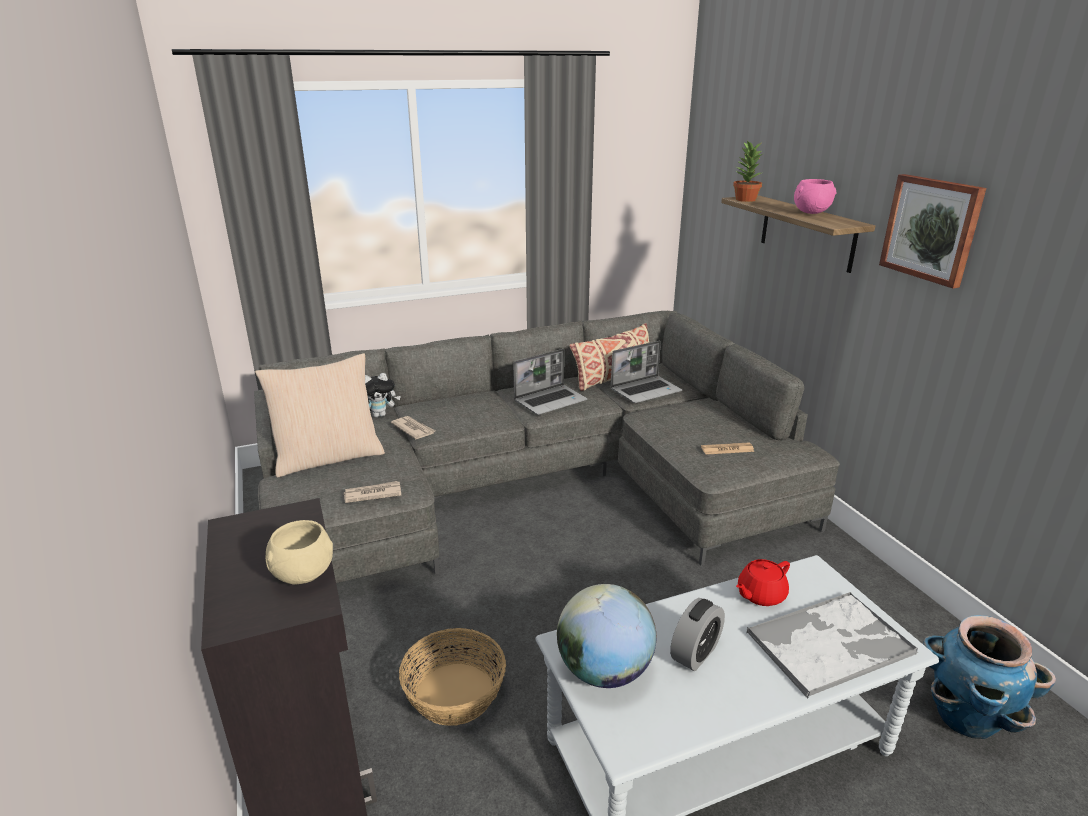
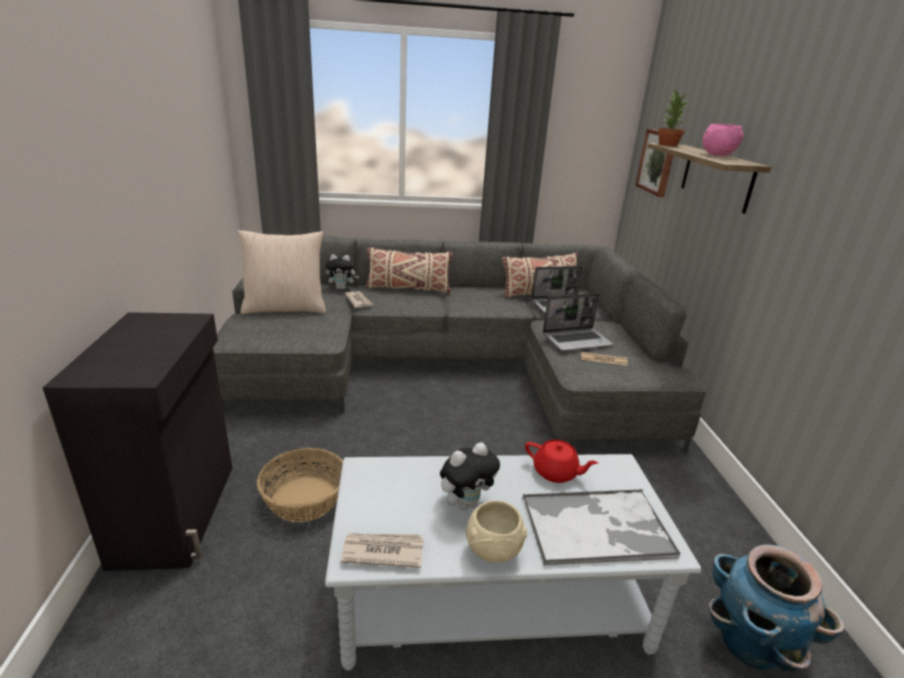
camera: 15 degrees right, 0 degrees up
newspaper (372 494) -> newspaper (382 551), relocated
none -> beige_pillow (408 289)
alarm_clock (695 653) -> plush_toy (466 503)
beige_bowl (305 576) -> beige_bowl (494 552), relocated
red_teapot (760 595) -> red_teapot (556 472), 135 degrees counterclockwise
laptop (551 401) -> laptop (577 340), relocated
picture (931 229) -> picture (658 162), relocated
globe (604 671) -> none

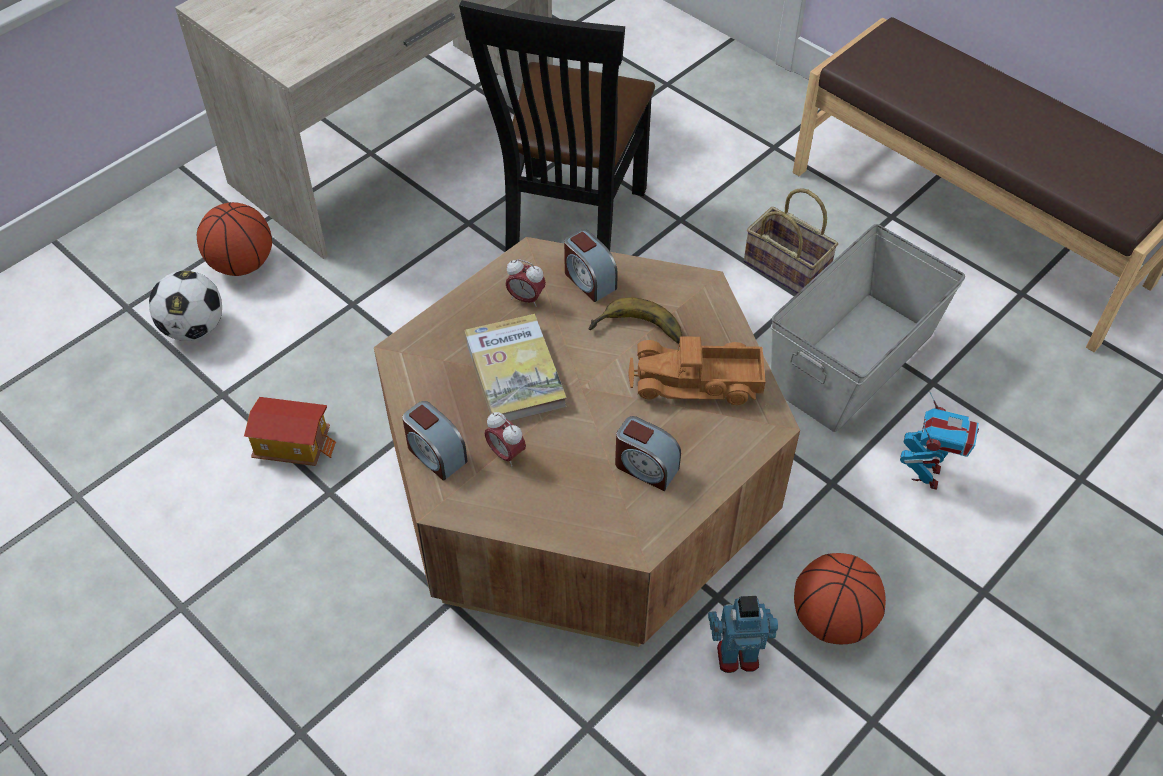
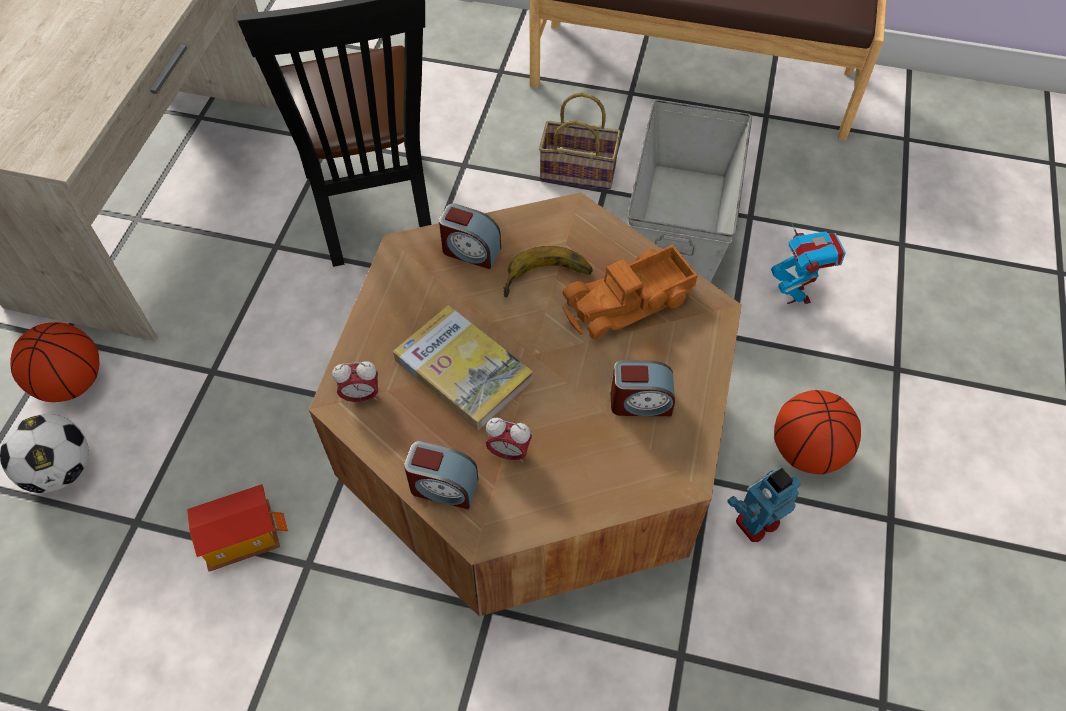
camera: 30 degrees left, 5 degrees up
alarm_clock (526 298) -> alarm_clock (361 396), relocated

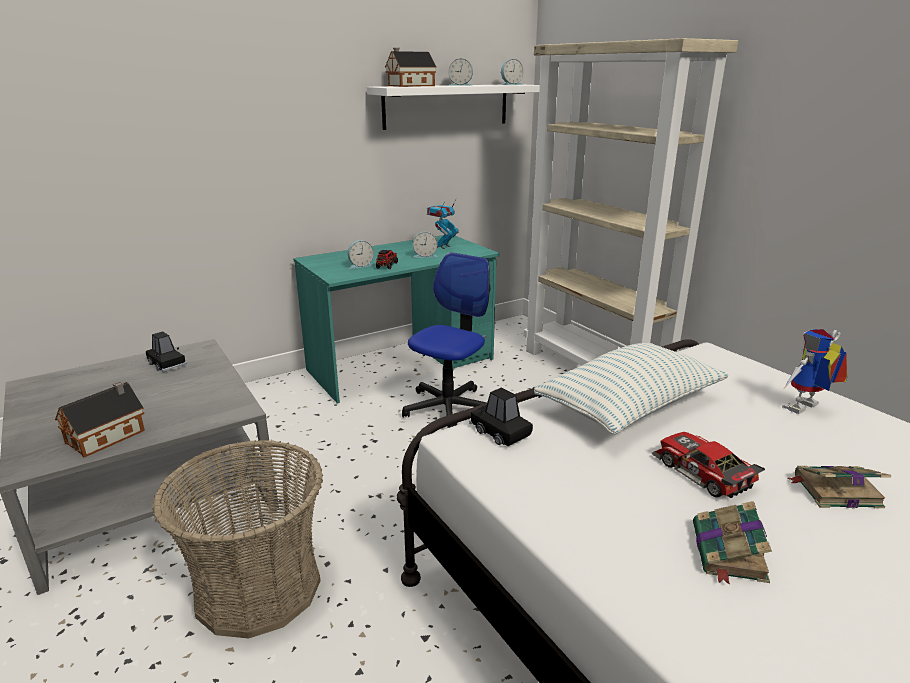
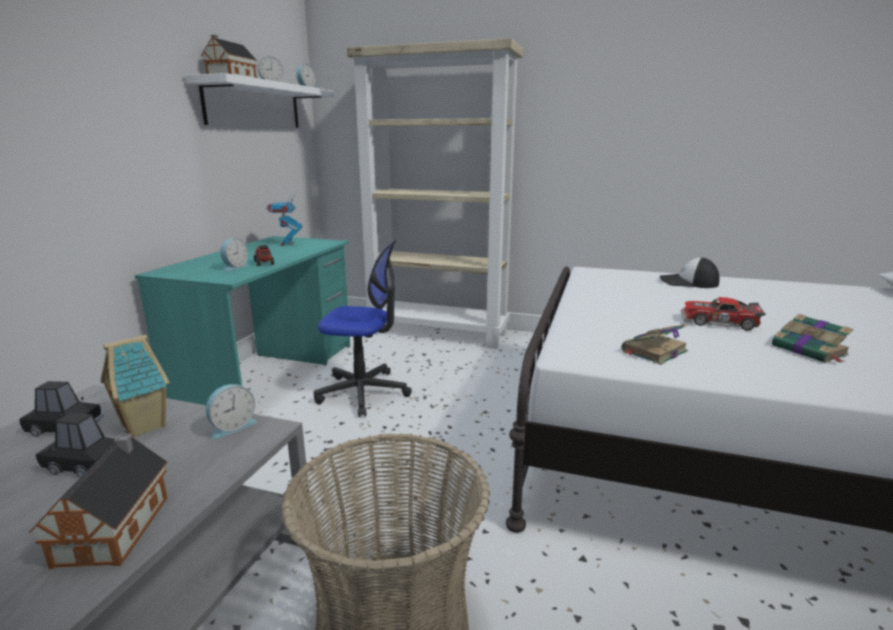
camera: 40 degrees left, 5 degrees down
black_toy_car (500 432) -> black_toy_car (84 464), relocated
none -> toy_house (146 426)
alarm_clock (424 255) -> alarm_clock (231 427), relocated
office_chair (449 409) -> office_chair (363 392), 105 degrees clockwise
book (835 491) -> book (653 351), relocated
toy_robot (804 409) -> cap (688 282)
pillow (630 406) -> none

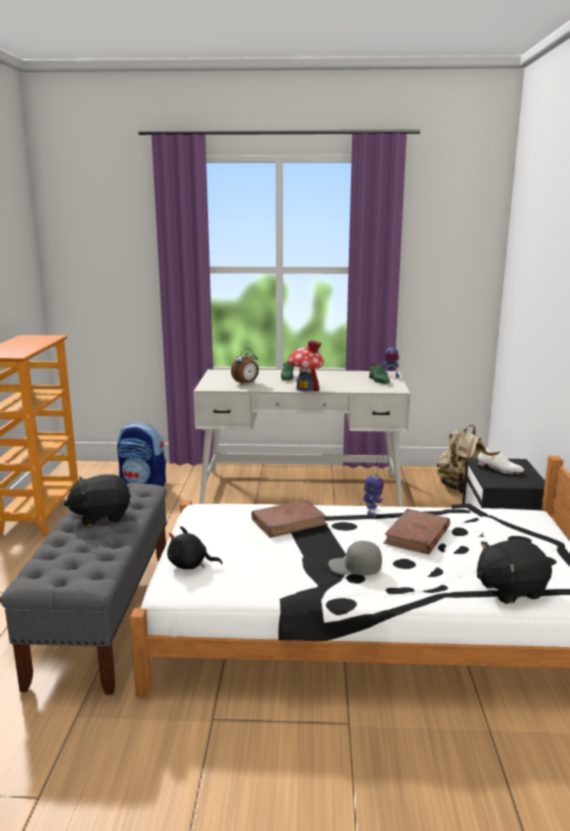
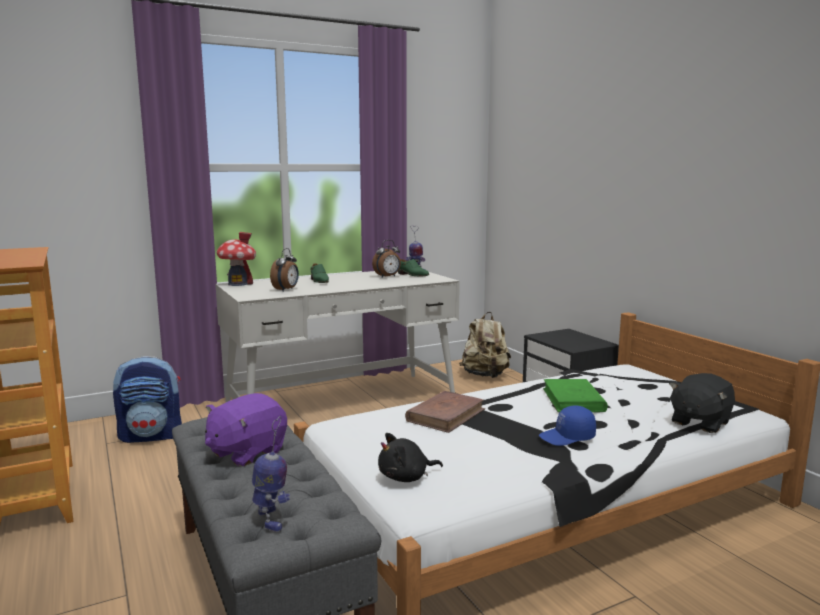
camera: 30 degrees left, 5 degrees down
black_plush_toy (101 516) -> purple_plush_toy (246 452)
toy_house (305 389) -> toy_house (238 284), relocated
toy_robot (372 512) -> toy_robot (271 520), relocated
none -> alarm_clock (387 277)
grey_cap (355 568) -> blue_cap (567 437)
brown_book (417 535) -> green_book (573 400)
white_shoe (500 470) -> none

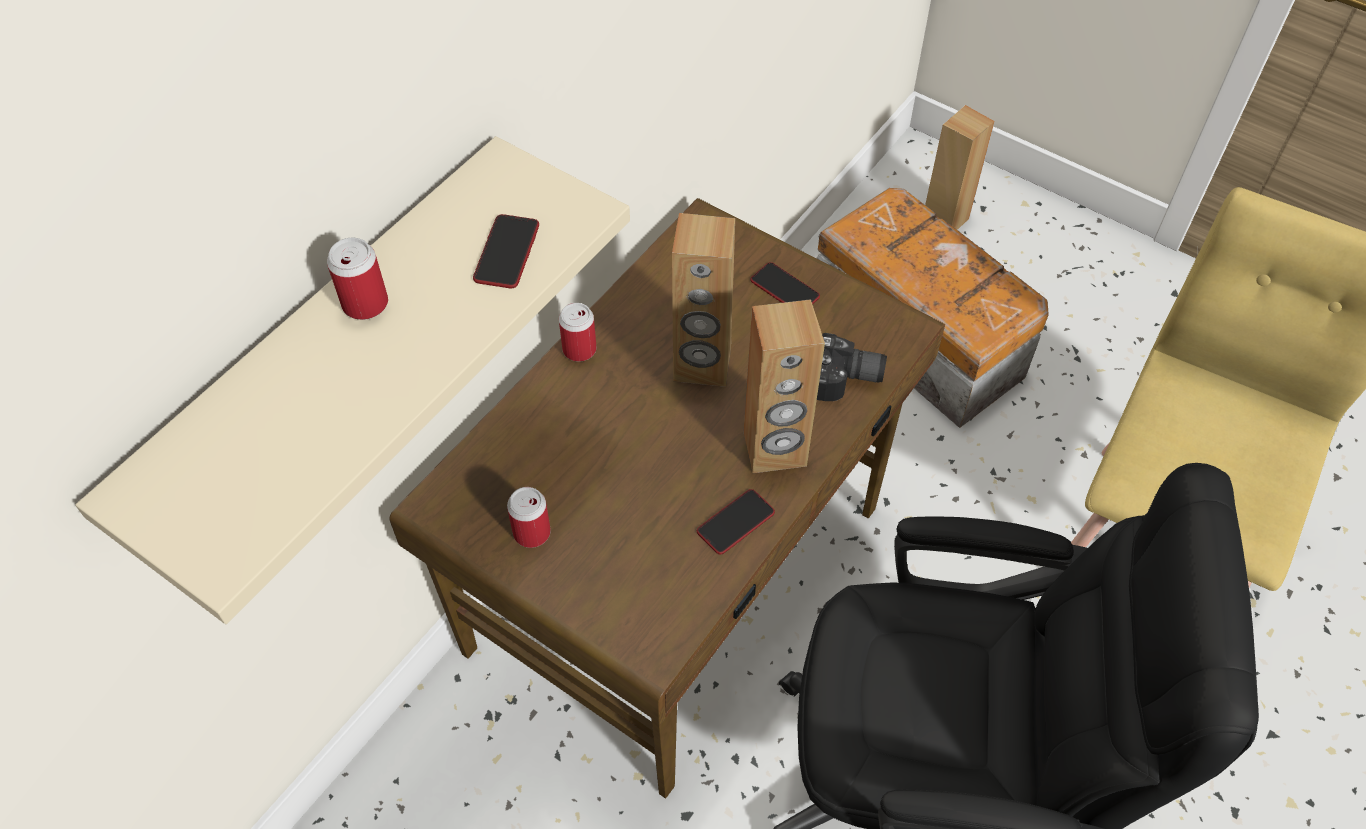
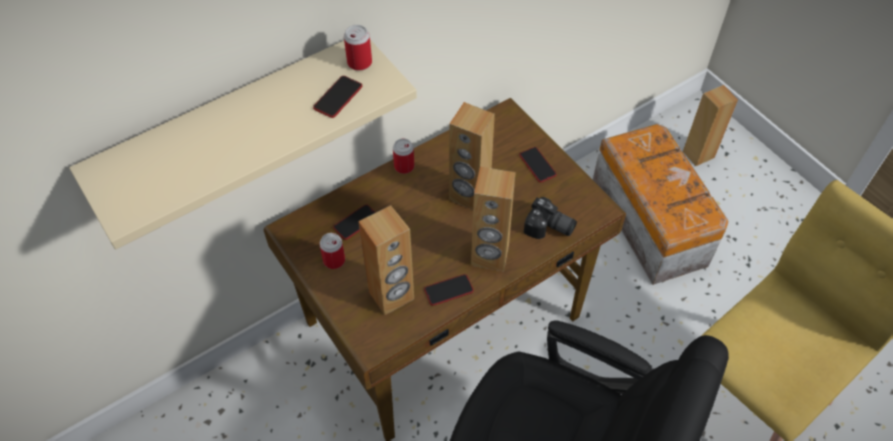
camera: 20 degrees right, 0 degrees up
none -> phone (356 222)
can (365 303) -> can (359 62), relocated
none -> brown_speaker (391 296)

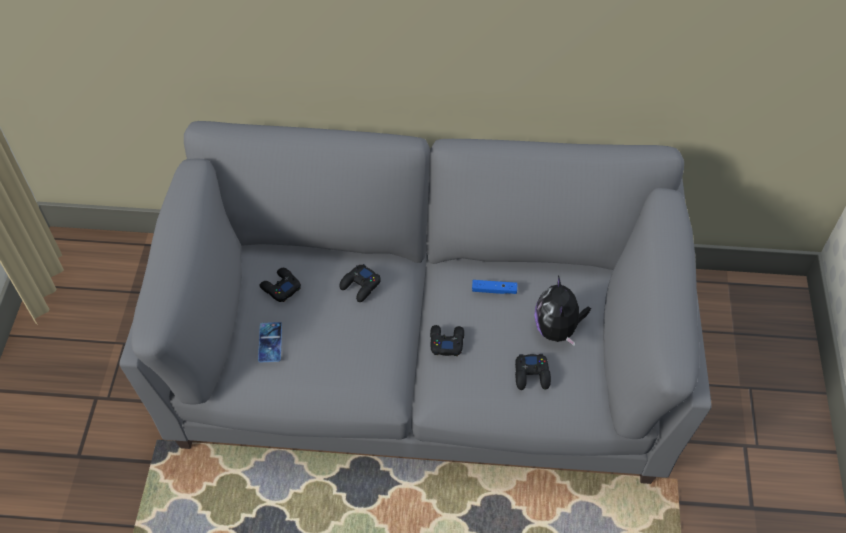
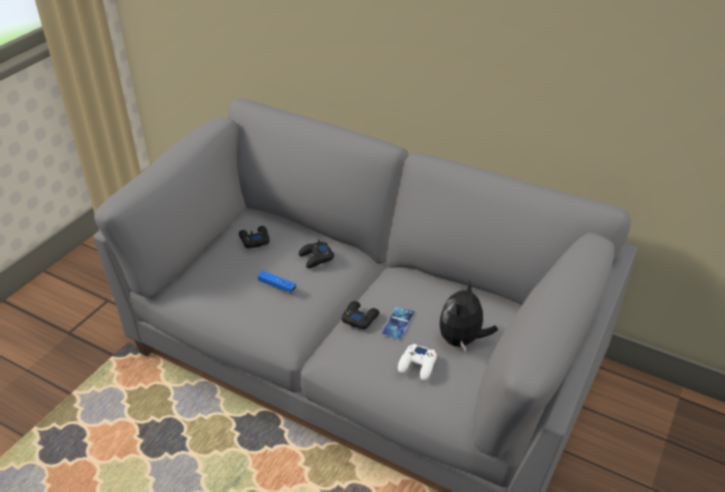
camera: 25 degrees right, 15 degrees down
blue_game_controller (494 290) -> blue_game_controller (277 285), relocated
phone (270 342) -> phone (398 323), relocated
black_game_controller (532 375) -> white_game_controller (417 365)

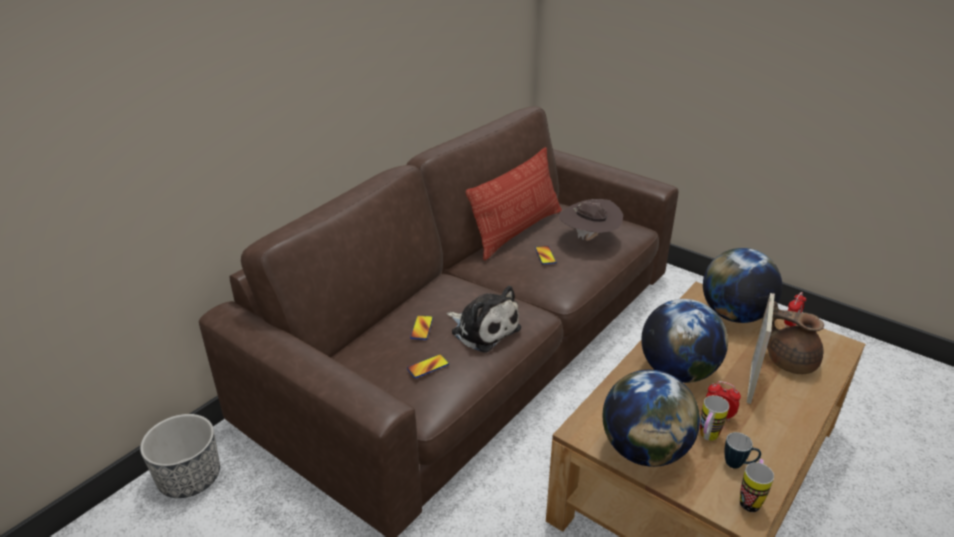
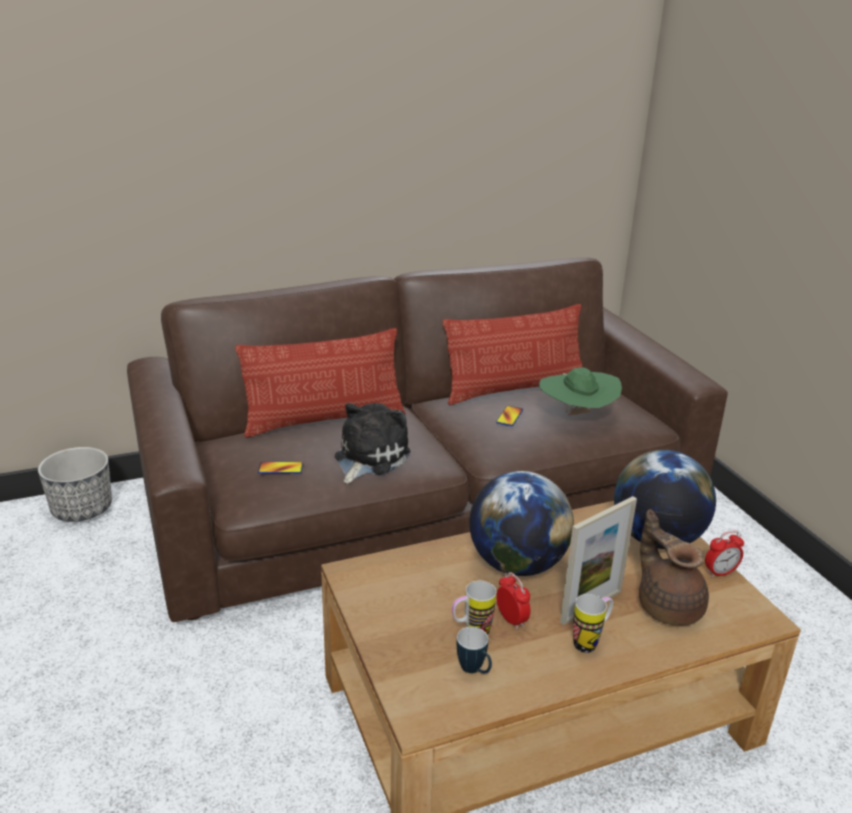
camera: 30 degrees right, 5 degrees down
none -> pillow (324 420)
plush_toy (483 329) -> plush_toy (368 458), 135 degrees counterclockwise
brown_hat (589 239) -> green_hat (576 416)
mug (750 499) -> mug (590 642), relocated
phone (422 328) -> none
globe (644 450) -> none

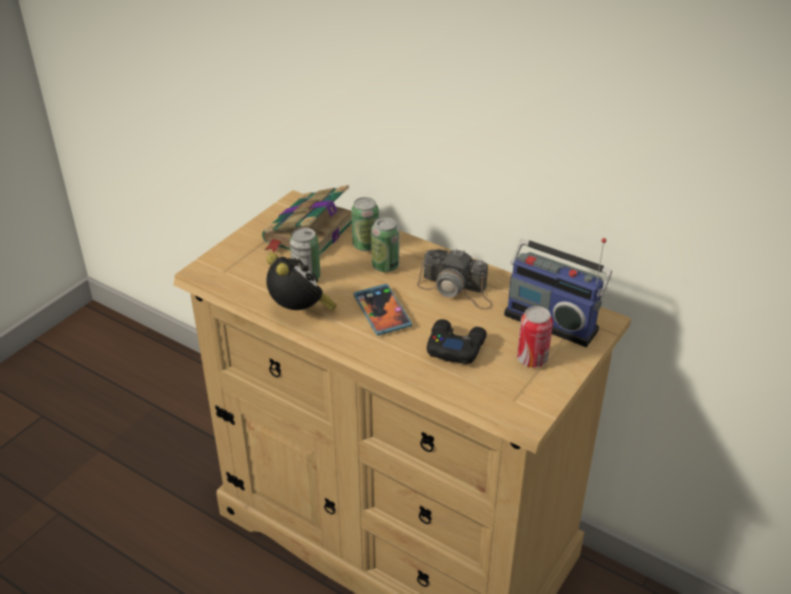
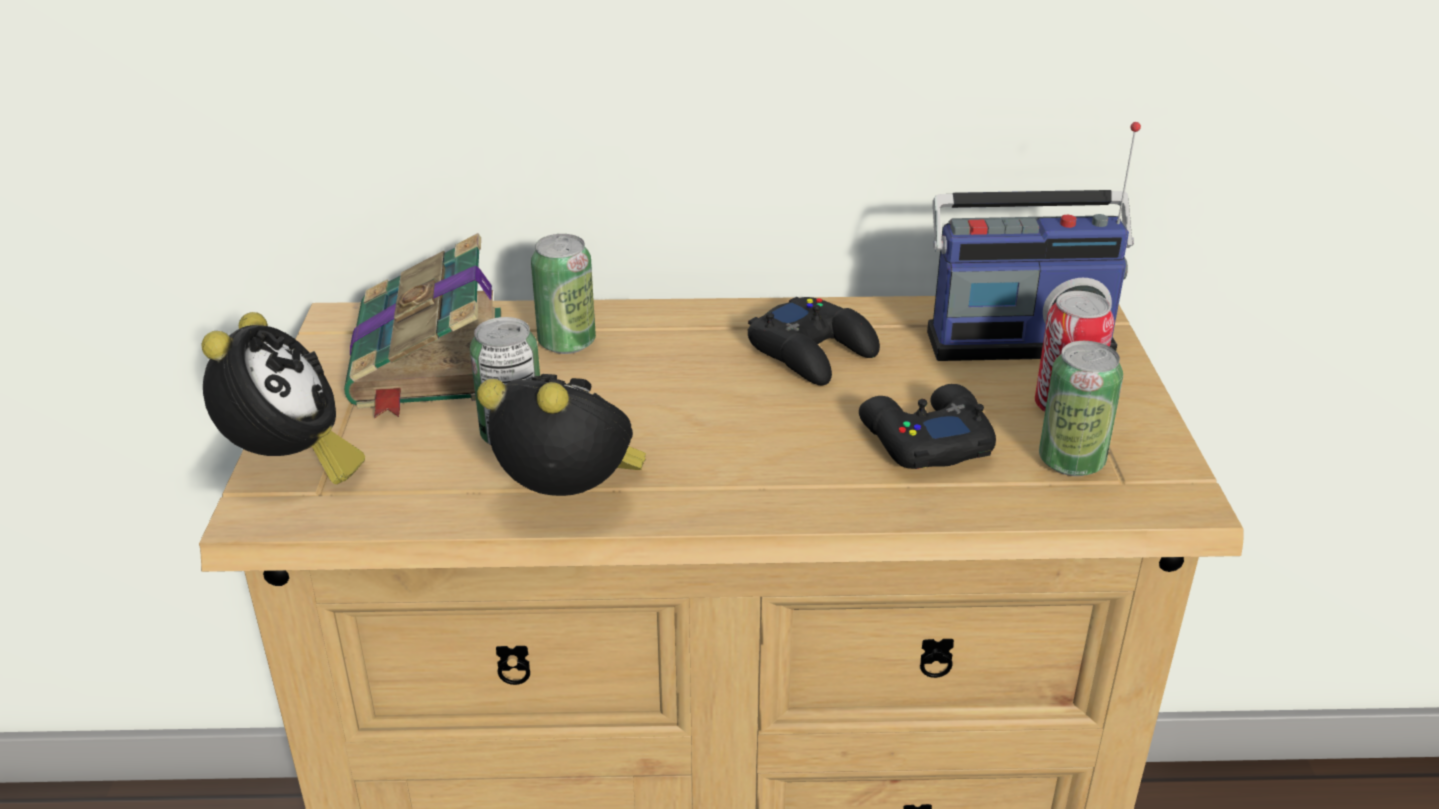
camera: 35 degrees left, 5 degrees down
none -> alarm_clock (290 465)
photo_camera (456 290) -> black_game_controller (813 352)
can (385 266) -> can (1071 461), relocated
phone (382 311) -> none

